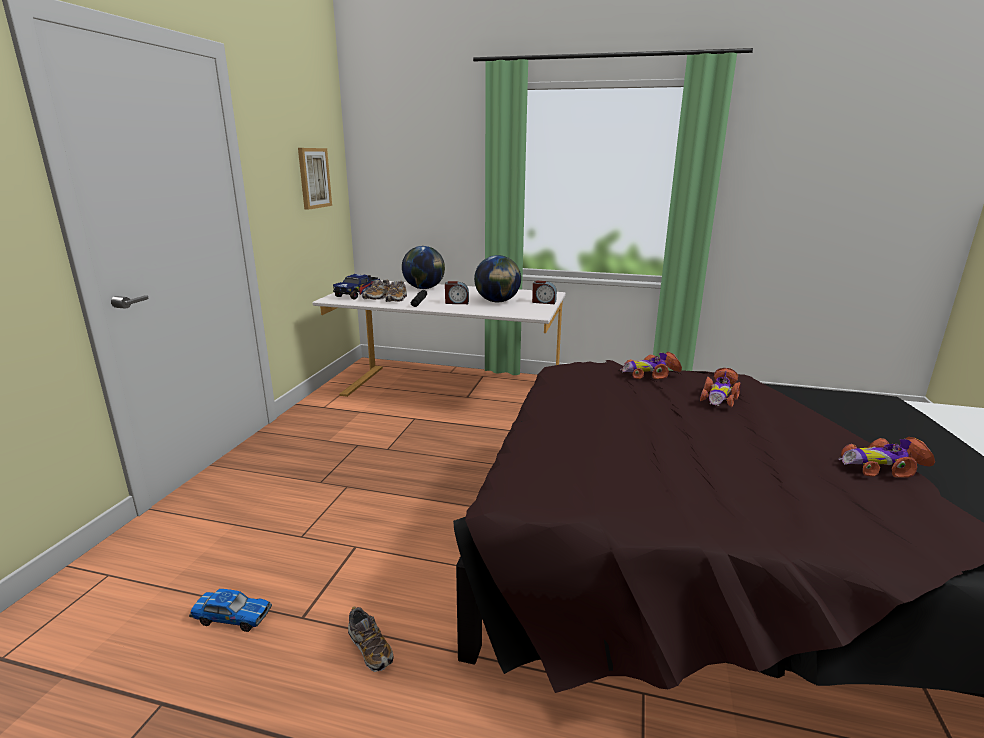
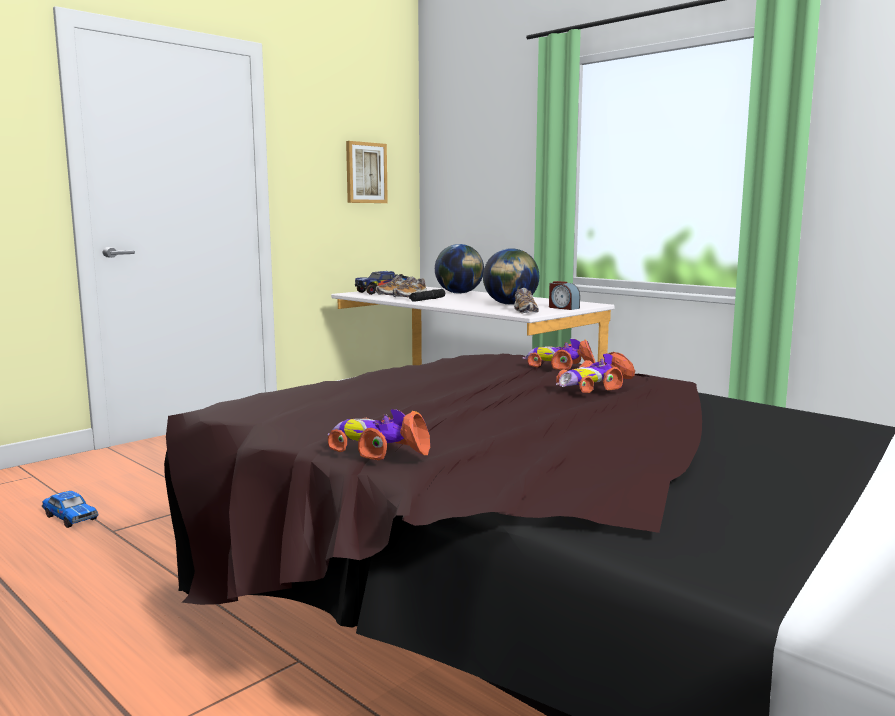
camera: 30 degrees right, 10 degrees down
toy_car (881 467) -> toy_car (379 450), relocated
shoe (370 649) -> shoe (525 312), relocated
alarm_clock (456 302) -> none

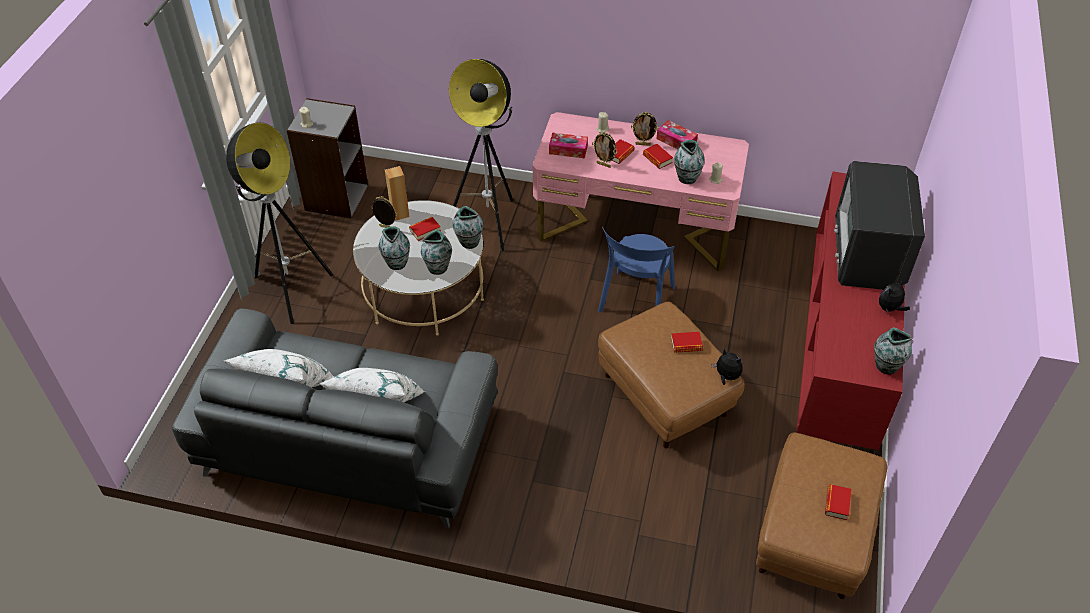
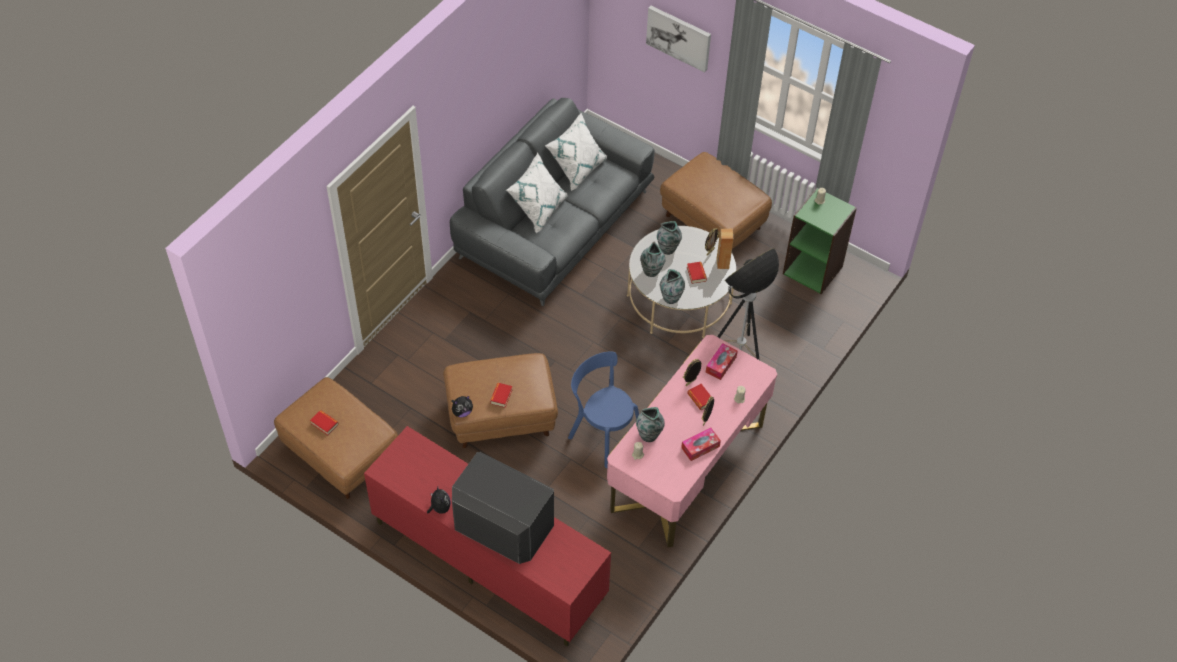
camera: 110 degrees right, 5 degrees up
none -> picture (679 37)
floor_lamp (291 291) -> brown_ottoman (713 221)
grey_bookcase (336 197) -> green_bookcase (813 269)
book (657 159) -> none
vase (885 366) -> none

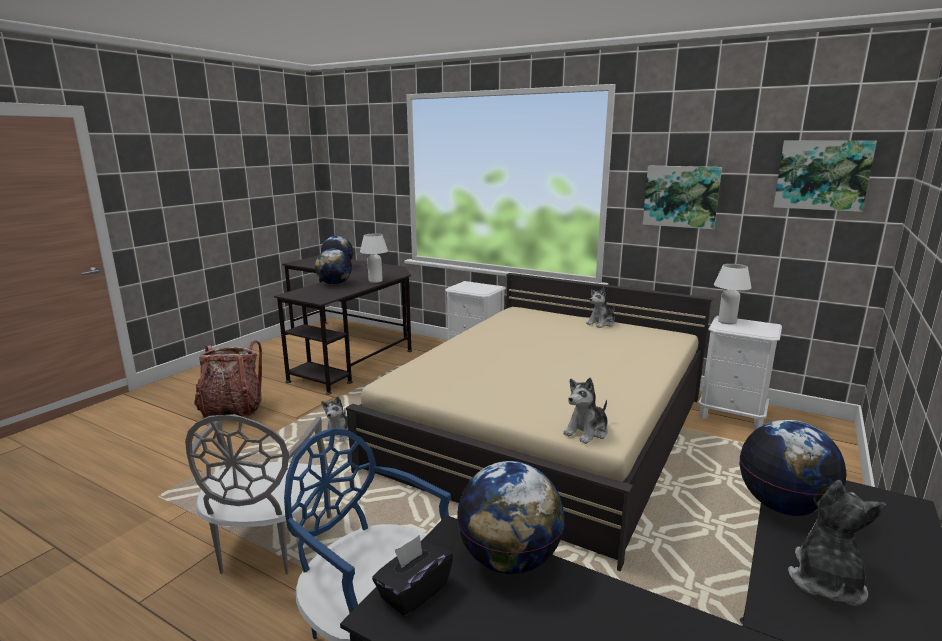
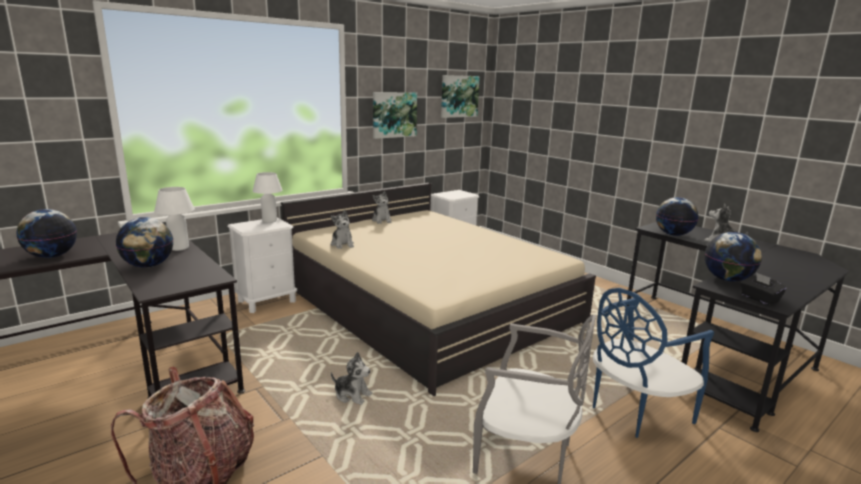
camera: 70 degrees left, 0 degrees up
white_table_lamp (727 322) -> white_table_lamp (269 221), relocated
plush_toy (587 432) -> plush_toy (342 244), relocated

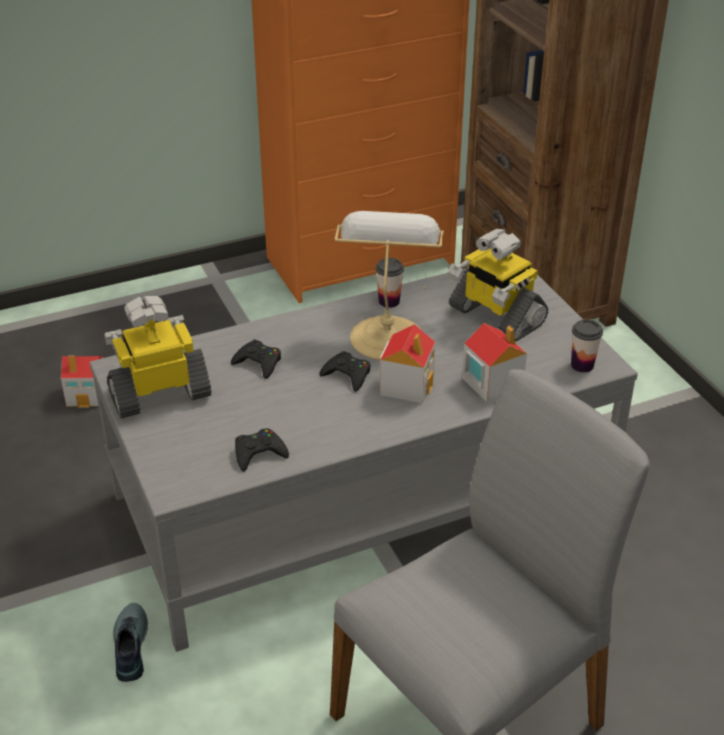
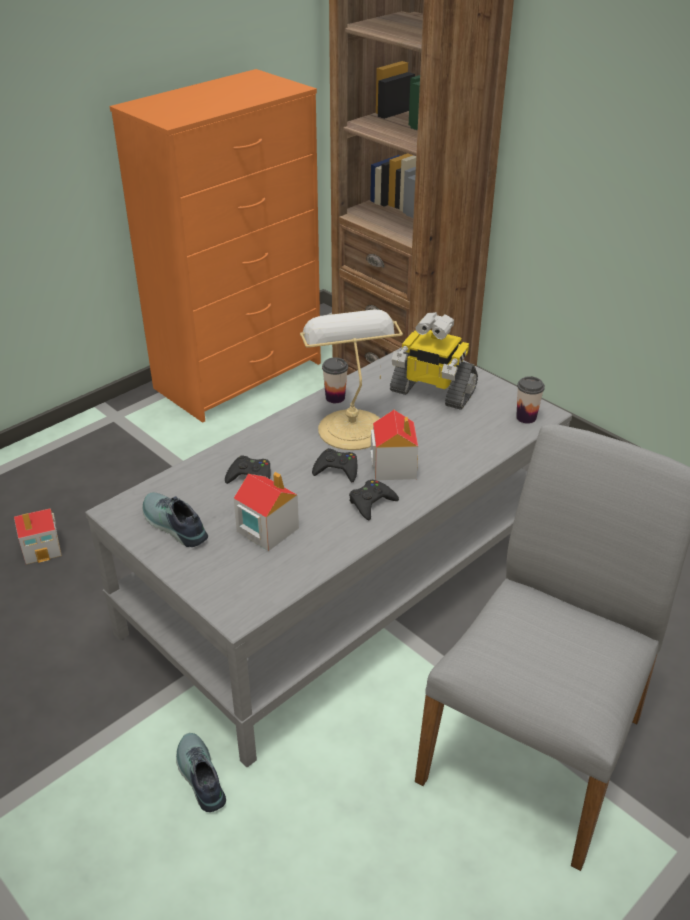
camera: 20 degrees left, 0 degrees up
toy_robot (160 393) -> shoe (173 526)
toy_house (491 382) -> toy_house (267 529), relocated
black_game_controller (259 453) -> black_game_controller (371 503), relocated

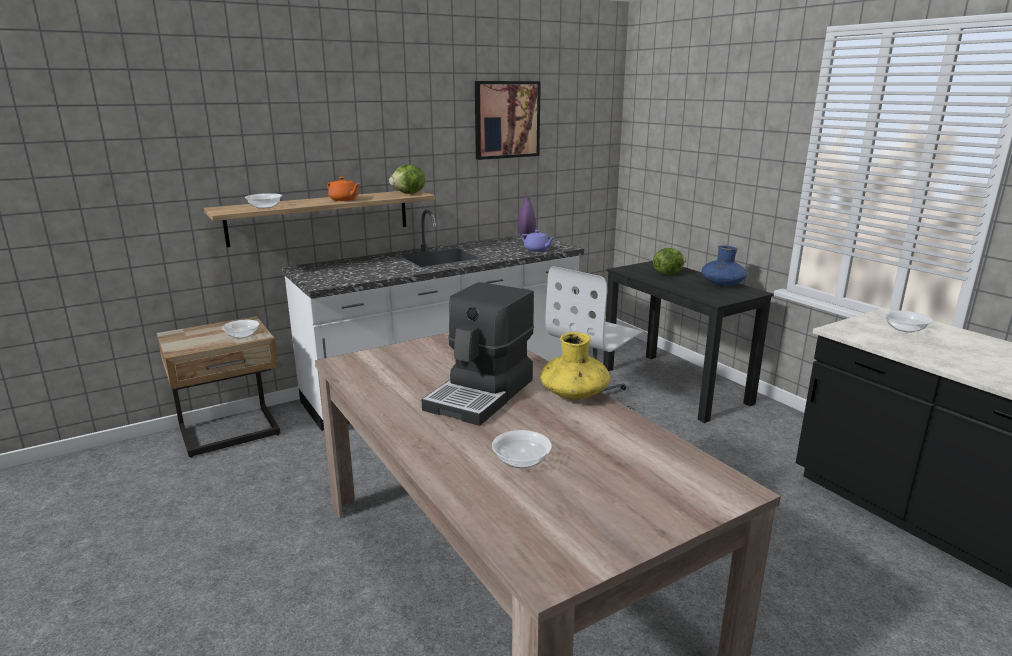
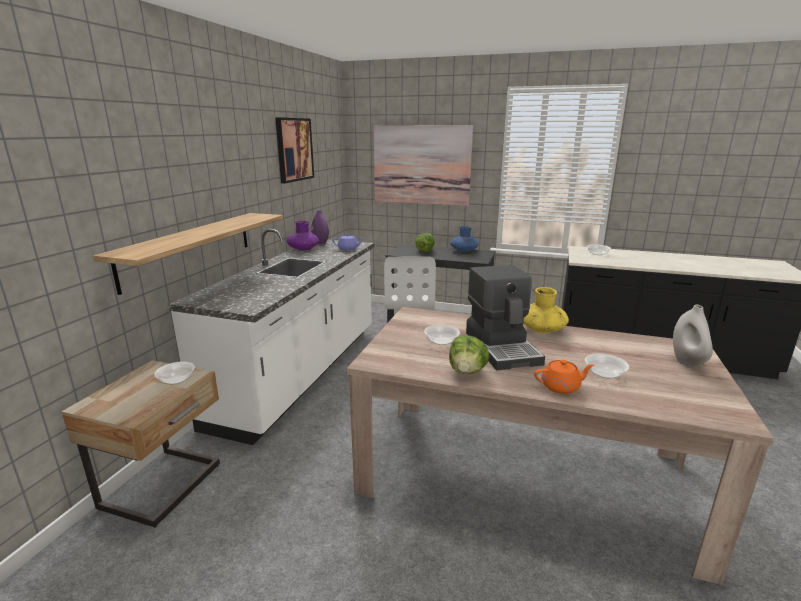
camera: 40 degrees left, 0 degrees up
none -> purple_vase (303 249)
none -> picture (421 165)
bowl (264 207) -> bowl (441 341), relocated
lettuce (409 193) -> lettuce (467 371), relocated
orange_teapot (344 200) -> orange_teapot (561 387), relocated
none -> white_vase (687 362)

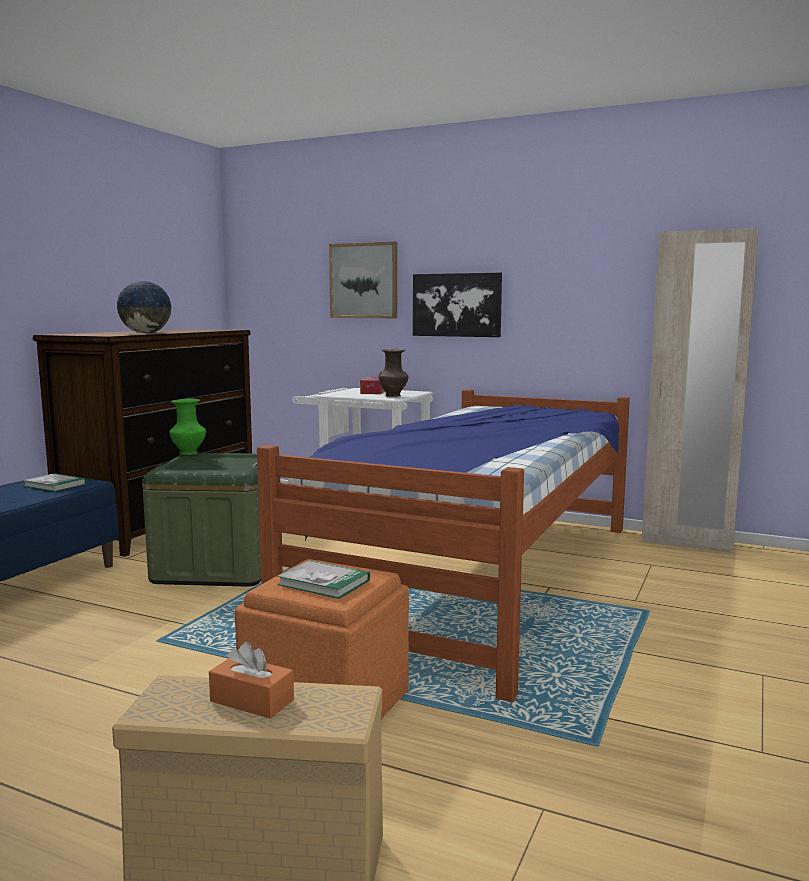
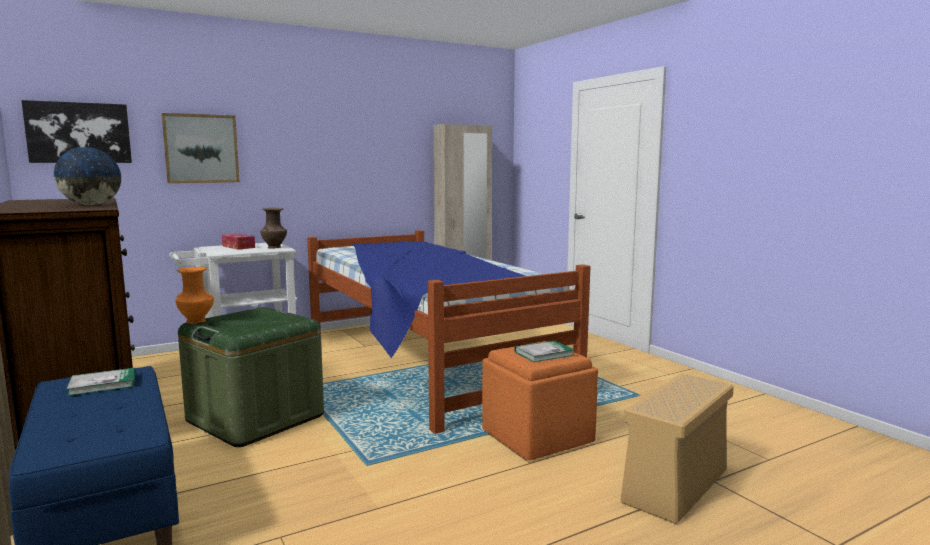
camera: 55 degrees left, 0 degrees up
picture (457 305) -> picture (79 133), relocated
green_vase (189 453) -> orange_vase (197 322)
orange_tissue_box (252 701) -> none

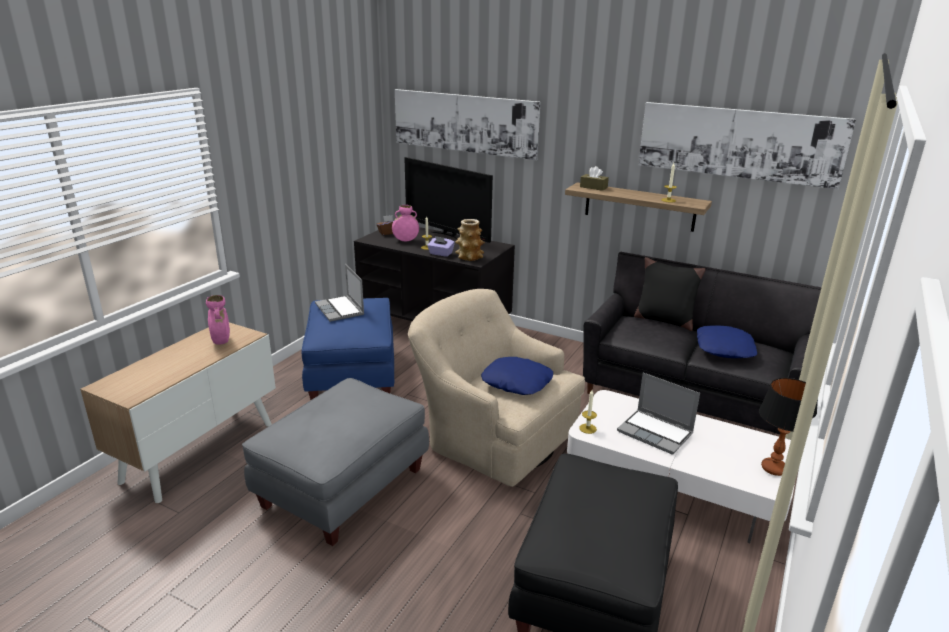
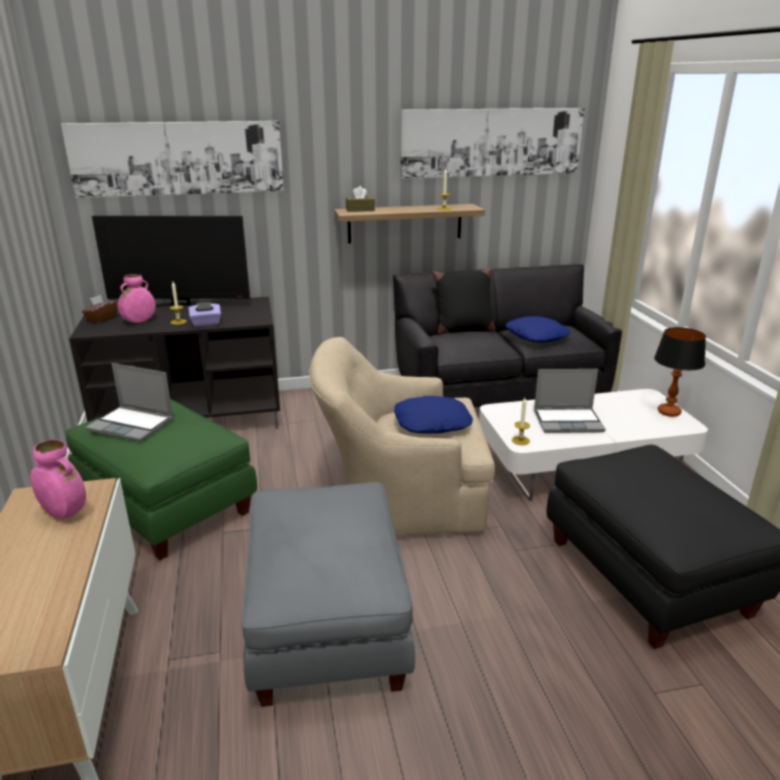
camera: 40 degrees left, 0 degrees up
blue_ottoman (353 375) -> green_ottoman (168 506)
vase (469 257) -> none

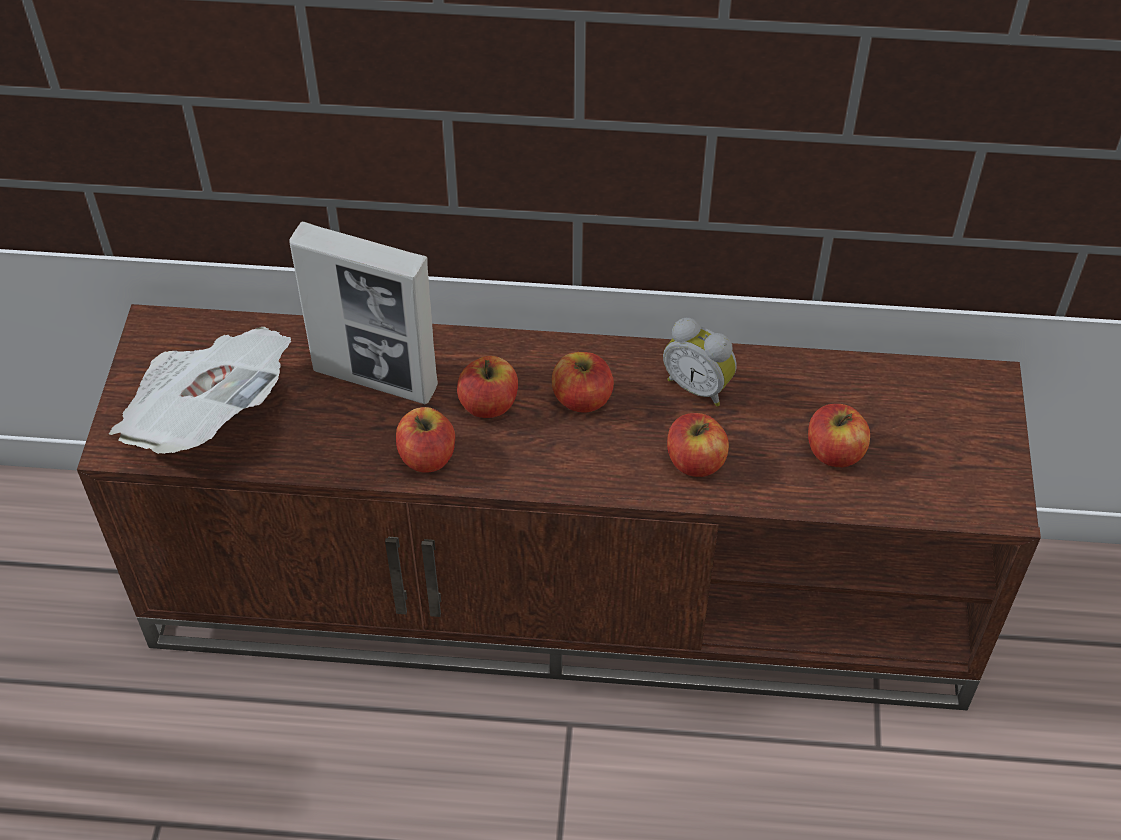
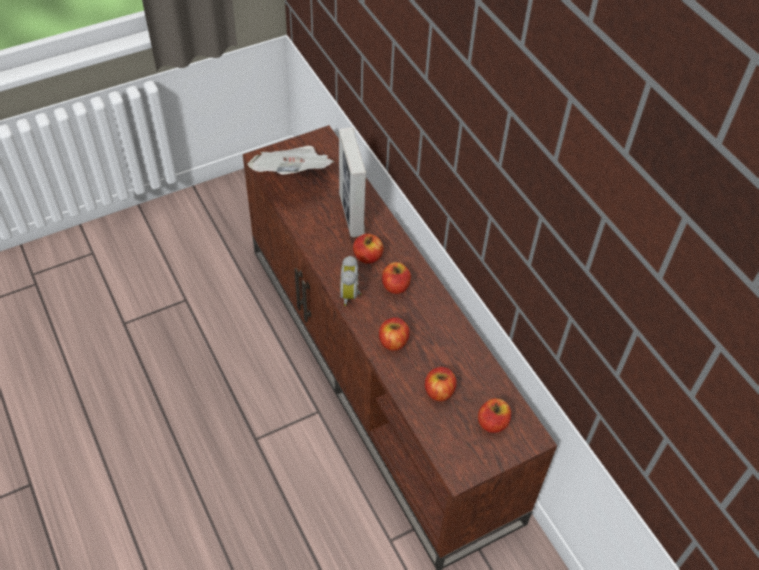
camera: 55 degrees right, 0 degrees up
alarm_clock (699 386) -> alarm_clock (351 294), relocated
apple (427 456) -> apple (492 423), relocated

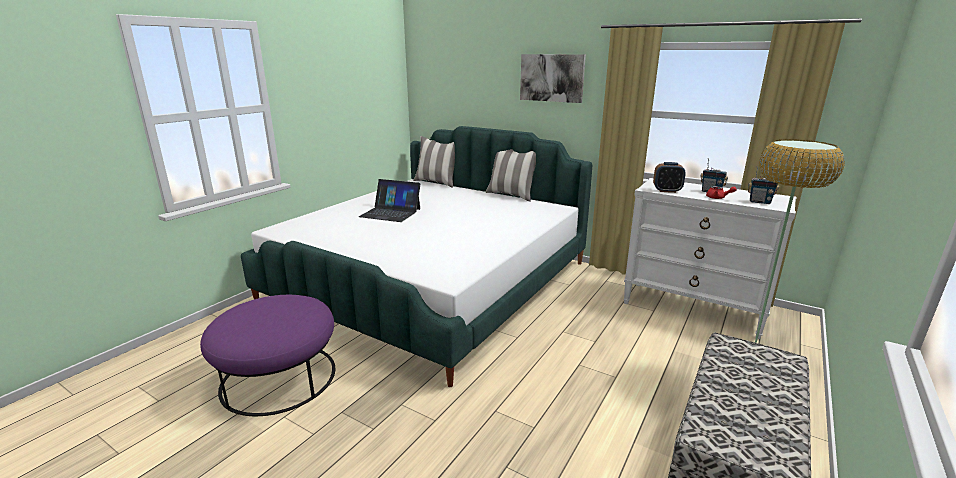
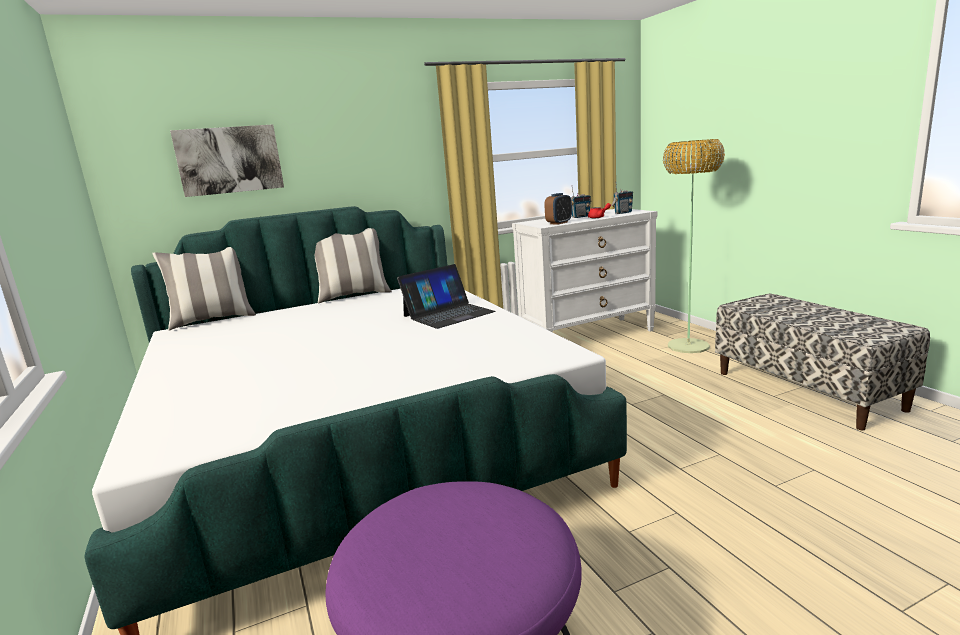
camera: 55 degrees left, 5 degrees down
picture (552 78) -> picture (229 160), relocated
laptop (390 213) -> laptop (448 314), relocated

